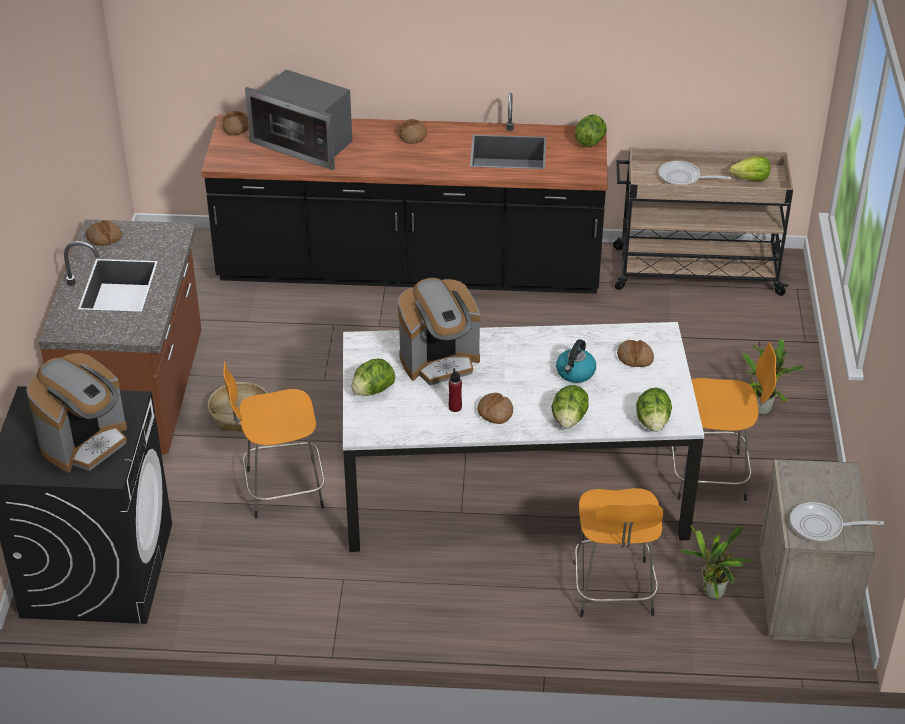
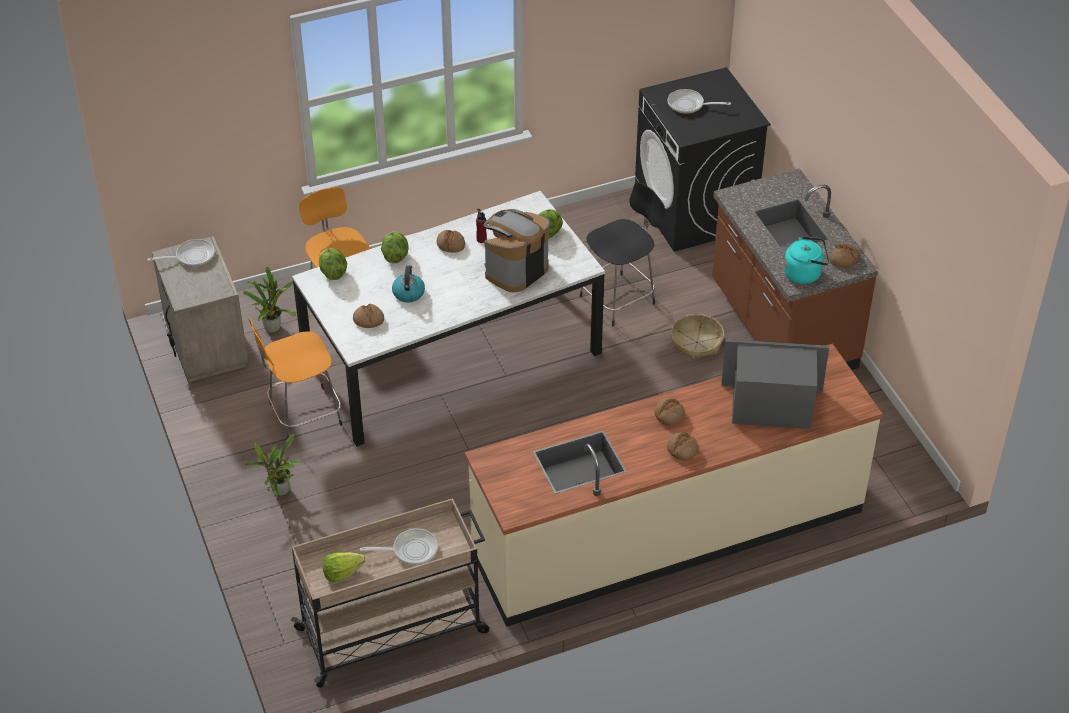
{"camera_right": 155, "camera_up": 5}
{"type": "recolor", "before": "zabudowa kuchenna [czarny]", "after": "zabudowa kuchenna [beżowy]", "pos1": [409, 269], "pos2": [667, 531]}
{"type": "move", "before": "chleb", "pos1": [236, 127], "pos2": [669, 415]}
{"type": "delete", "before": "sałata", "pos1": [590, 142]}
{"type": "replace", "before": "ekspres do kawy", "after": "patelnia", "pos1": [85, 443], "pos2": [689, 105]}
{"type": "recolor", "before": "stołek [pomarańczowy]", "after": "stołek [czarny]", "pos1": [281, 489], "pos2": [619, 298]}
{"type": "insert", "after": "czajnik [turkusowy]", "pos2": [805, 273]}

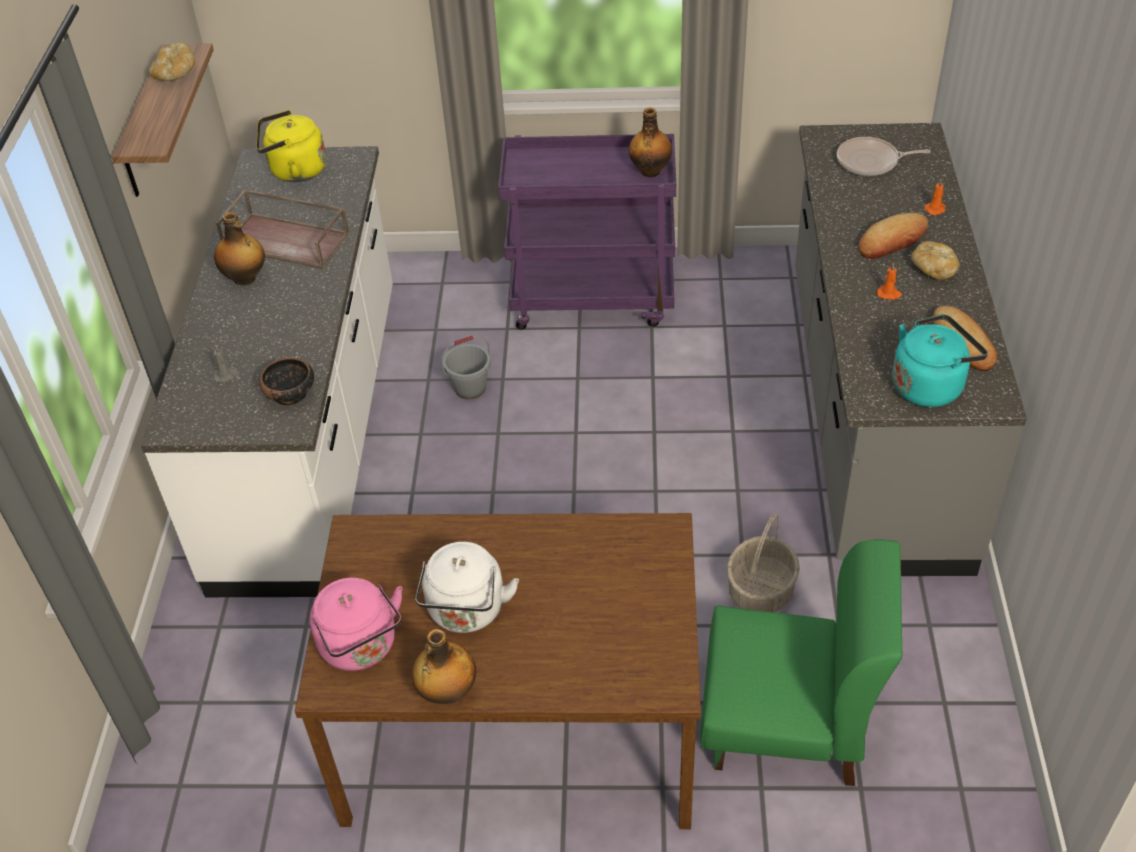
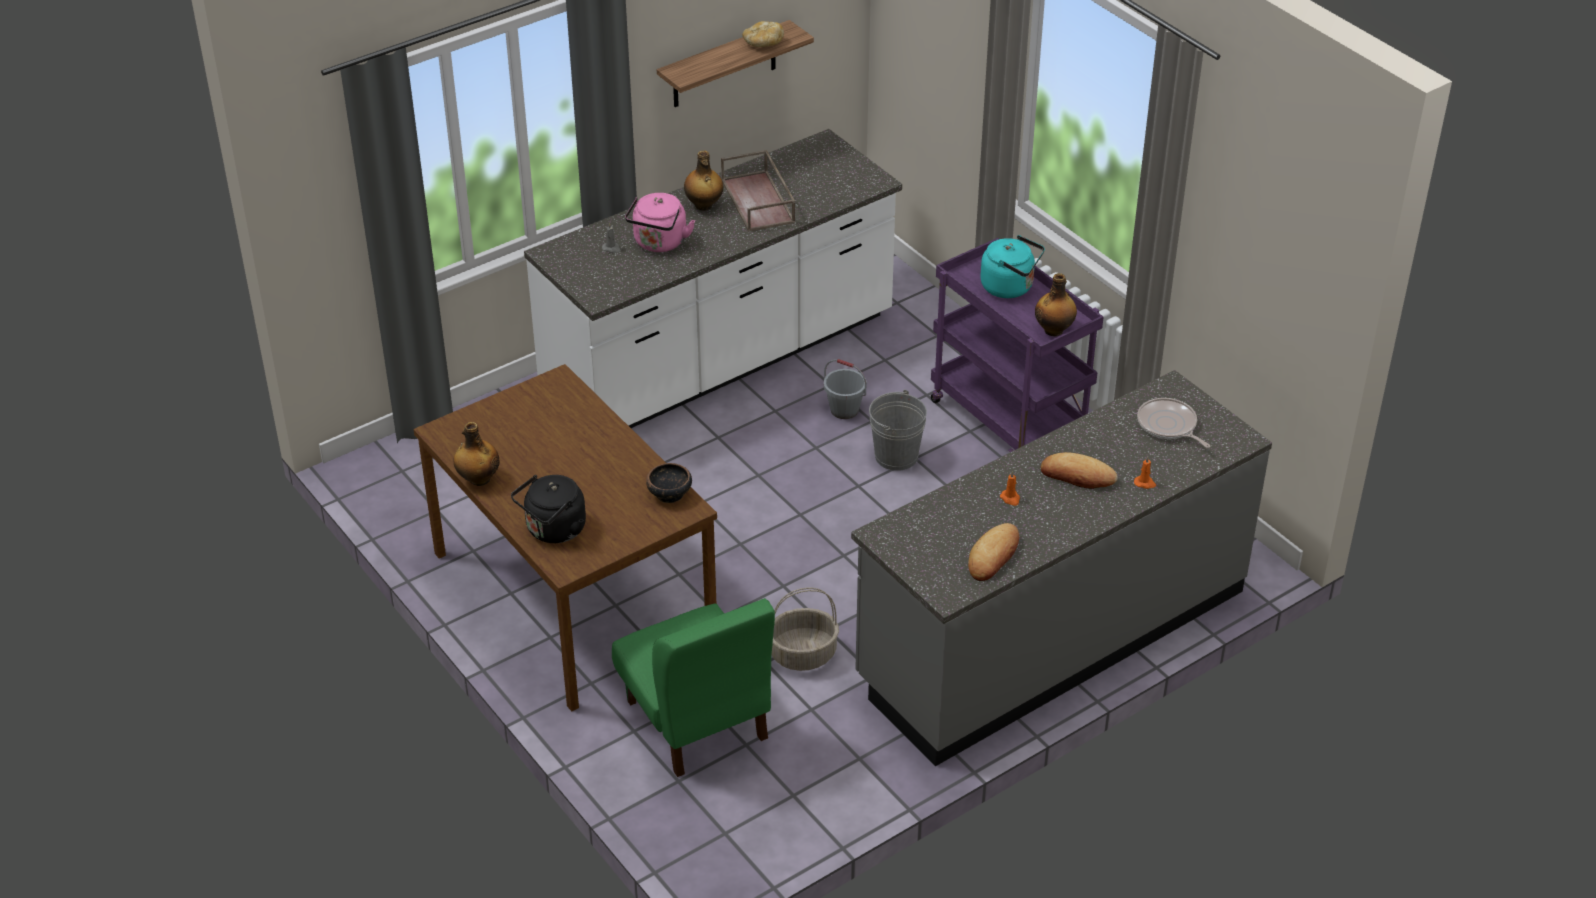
{"camera_right": 50, "camera_up": -5}
{"type": "delete", "before": "czajnik [żółty]", "pos1": [294, 171]}
{"type": "delete", "before": "chleb", "pos1": [933, 269]}
{"type": "move", "before": "czajnik [turkusowy]", "pos1": [930, 385], "pos2": [1010, 287]}
{"type": "move", "before": "miska", "pos1": [290, 394], "pos2": [669, 494]}
{"type": "delete", "before": "czajnik [biały]", "pos1": [466, 612]}
{"type": "move", "before": "czajnik [różowy]", "pos1": [362, 647], "pos2": [659, 243]}
{"type": "insert", "after": "wiadro [szary]", "pos2": [896, 456]}
{"type": "insert", "after": "czajnik [czarny]", "pos2": [553, 531]}

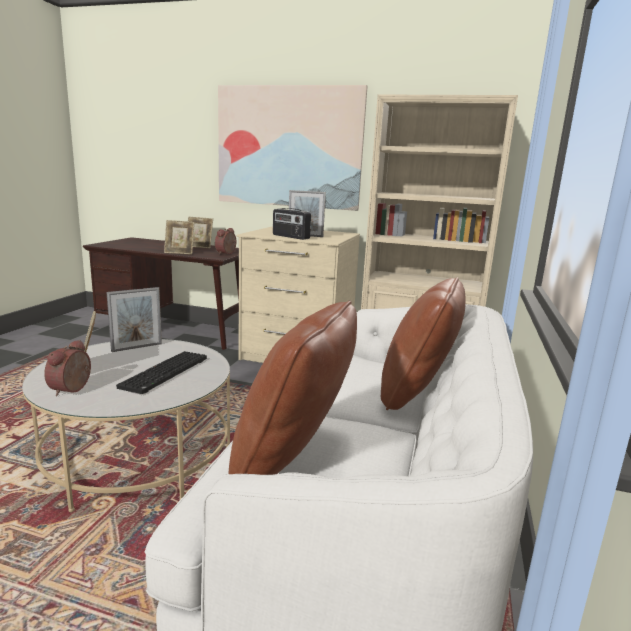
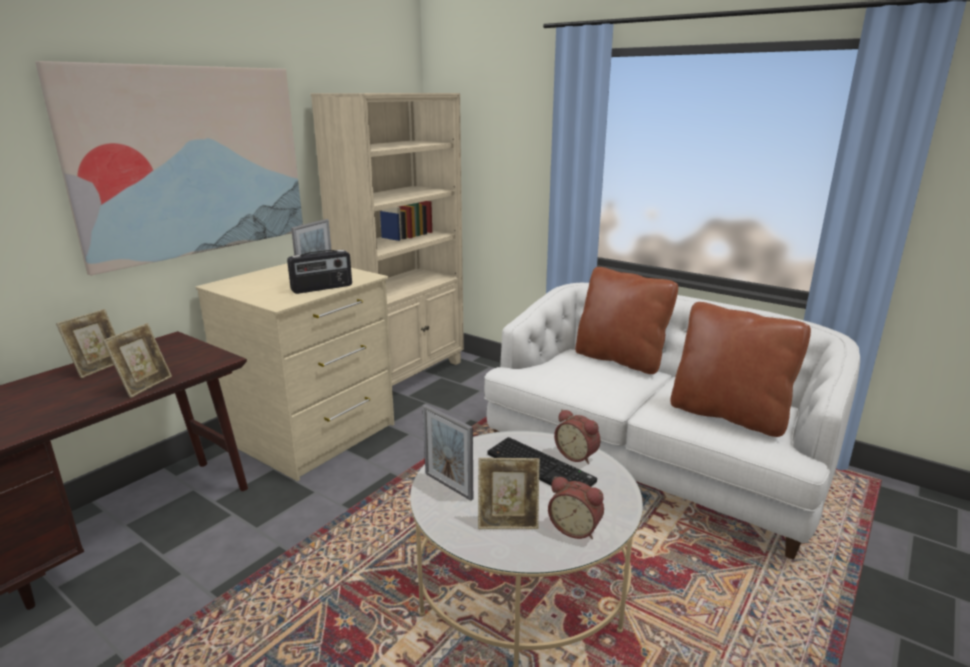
{"camera_right": -70, "camera_up": 5}
{"type": "move", "before": "budzik", "pos1": [227, 253], "pos2": [577, 455]}
{"type": "rotate", "before": "ramka na zdjęcie", "pos1": [137, 347], "pos2": [448, 486], "turn": 150}

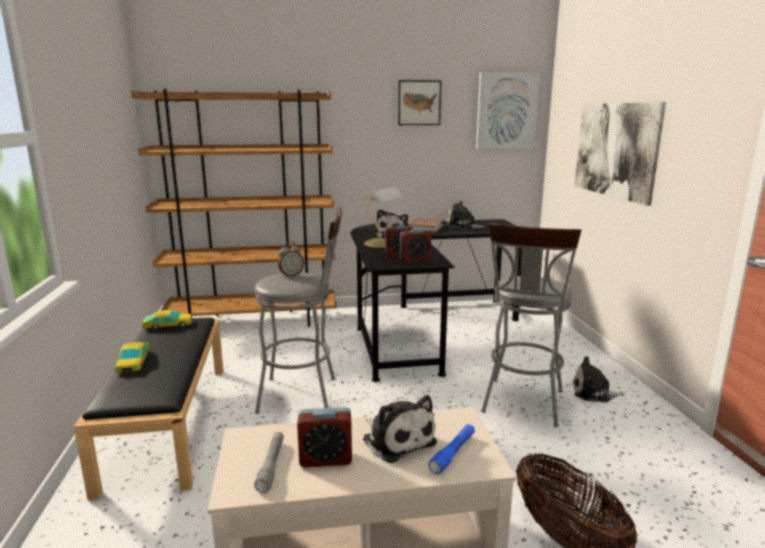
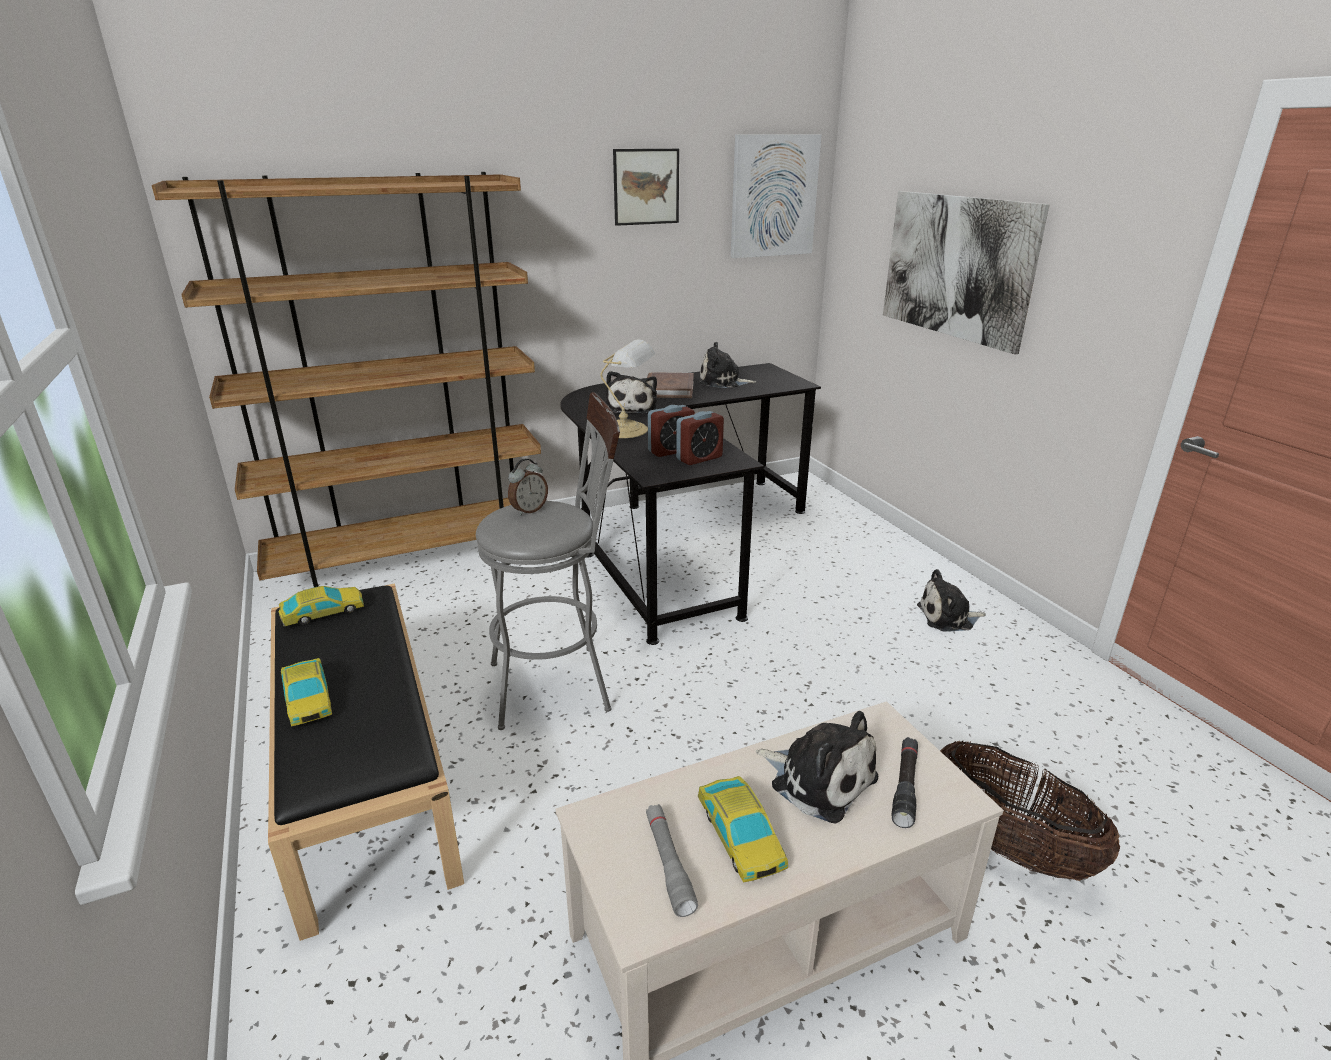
{"camera_right": -15, "camera_up": 10}
{"type": "delete", "before": "stołek [szary]", "pos1": [522, 405]}
{"type": "replace", "before": "budzik", "after": "samochodzik", "pos1": [326, 459], "pos2": [740, 834]}
{"type": "recolor", "before": "latarka [niebieski]", "after": "latarka [czarny]", "pos1": [453, 453], "pos2": [905, 787]}

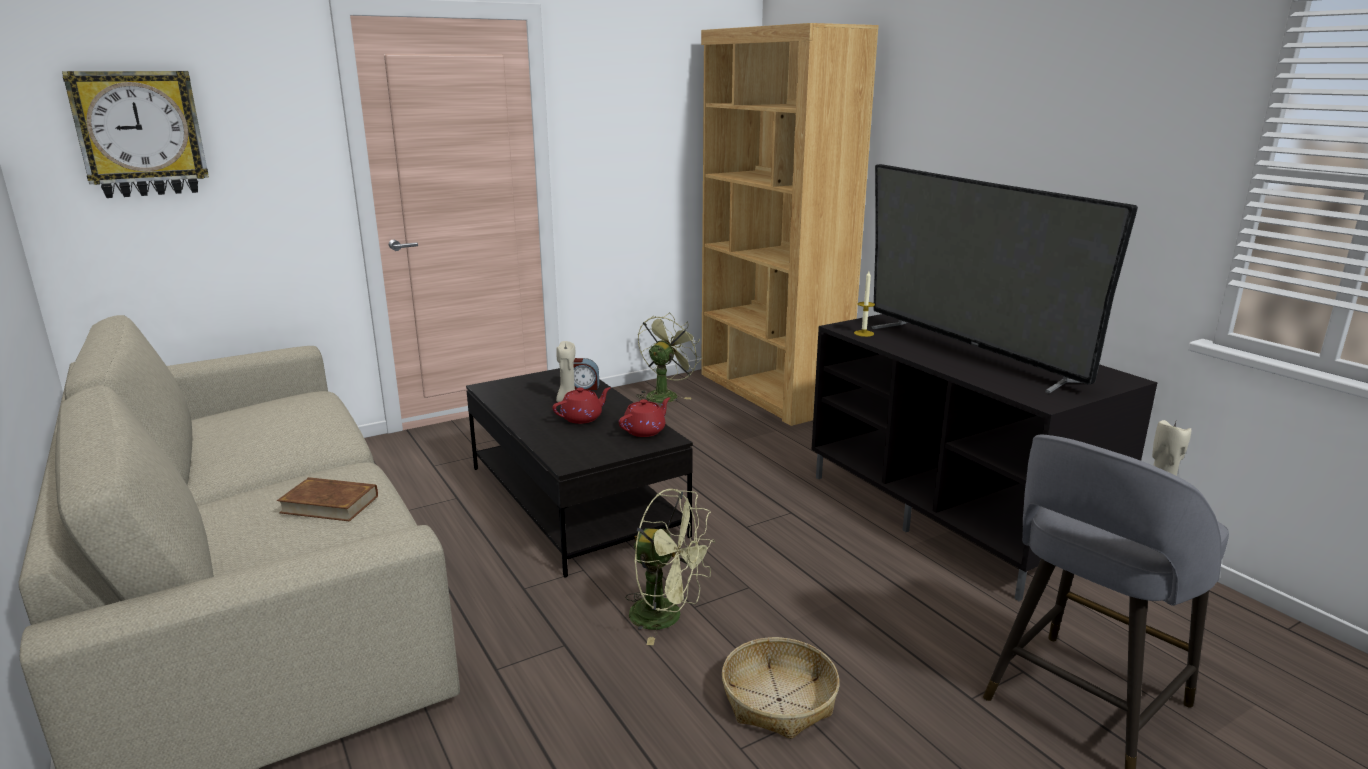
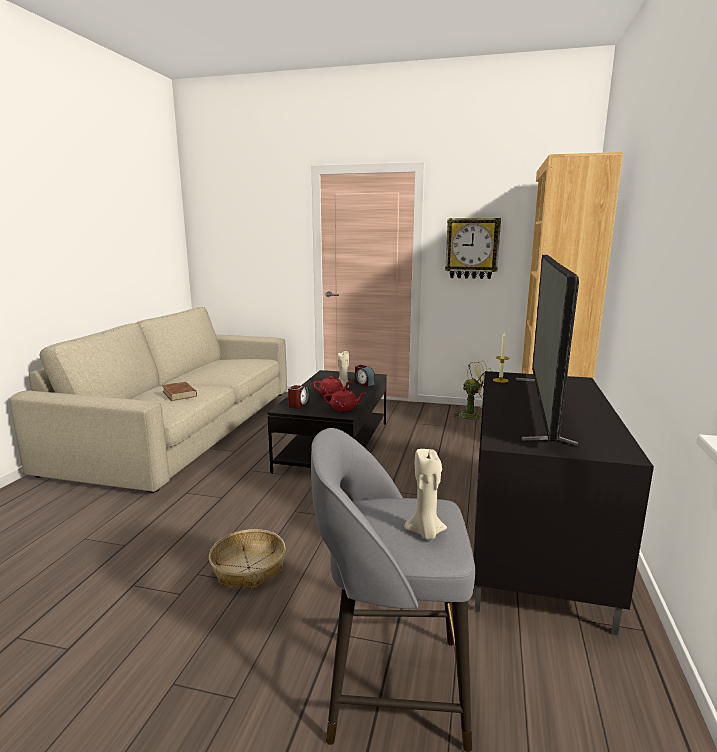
{"camera_right": 45, "camera_up": -5}
{"type": "move", "before": "zegar ścienny", "pos1": [140, 134], "pos2": [472, 248]}
{"type": "delete", "before": "wentylator [zielony]", "pos1": [667, 617]}
{"type": "insert", "after": "budzik", "pos2": [298, 404]}

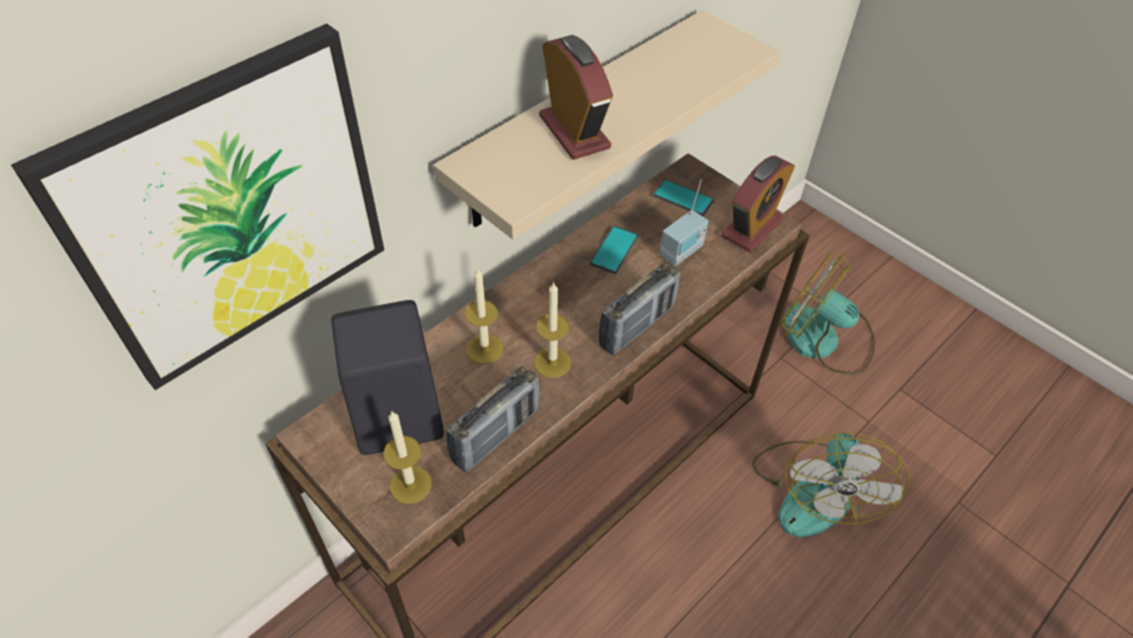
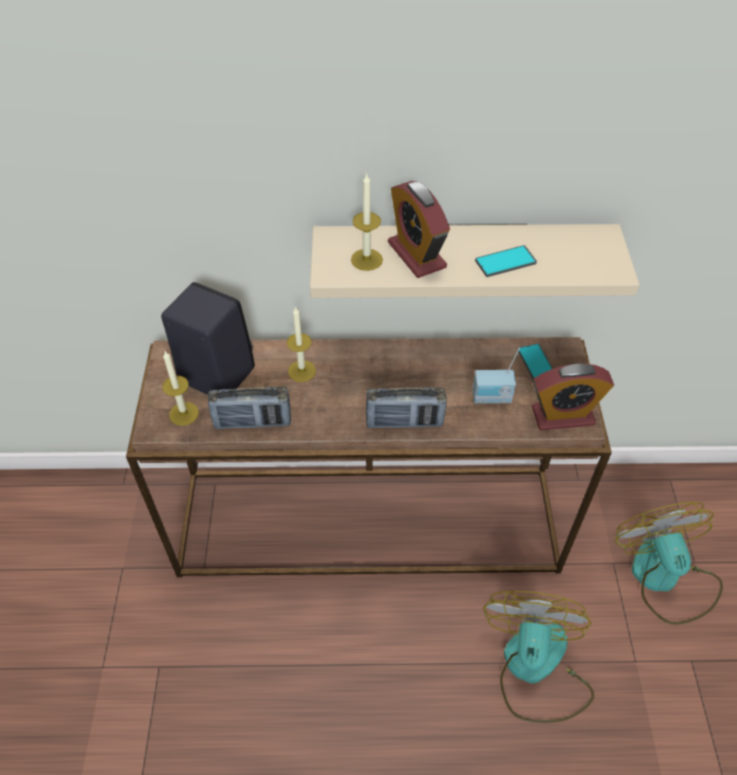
{"camera_right": 45, "camera_up": 0}
{"type": "delete", "before": "obraz", "pos1": [231, 211]}
{"type": "rotate", "before": "budzik", "pos1": [574, 132], "pos2": [416, 255], "turn": 135}
{"type": "move", "before": "telefon", "pos1": [614, 250], "pos2": [505, 262]}
{"type": "move", "before": "świeca", "pos1": [552, 362], "pos2": [366, 259]}
{"type": "rotate", "before": "wentylator", "pos1": [813, 490], "pos2": [534, 668], "turn": 135}

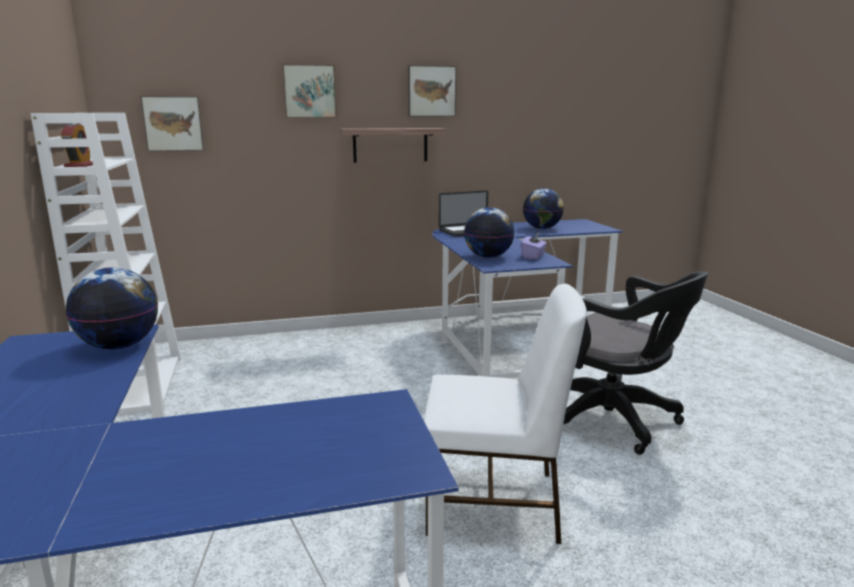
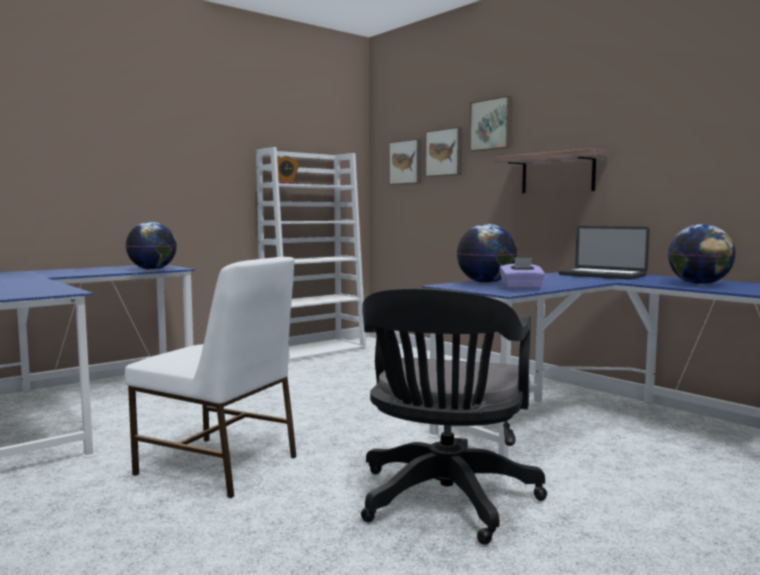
{"camera_right": 65, "camera_up": -10}
{"type": "move", "before": "obraz", "pos1": [431, 91], "pos2": [445, 152]}
{"type": "rotate", "before": "krzesło [biały]", "pos1": [495, 503], "pos2": [219, 466], "turn": -45}

